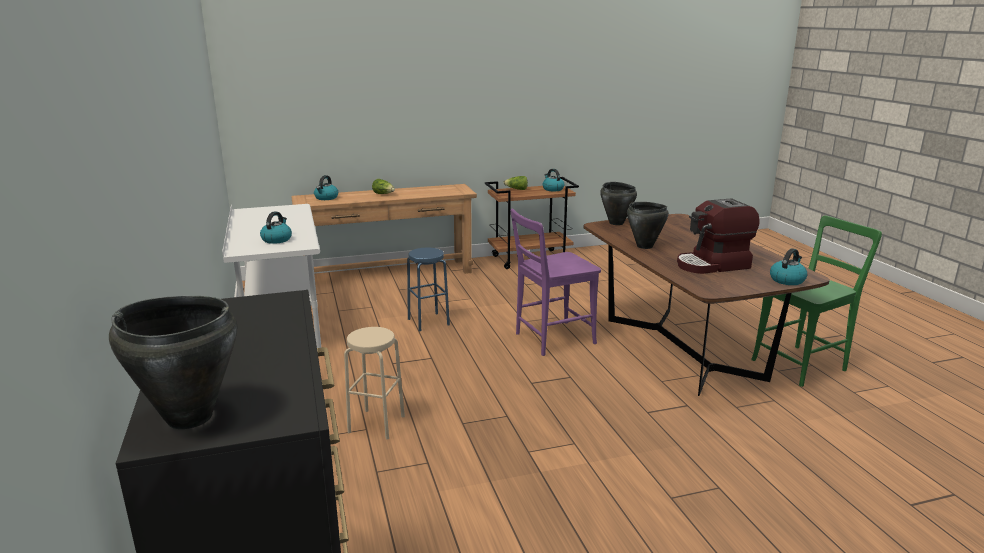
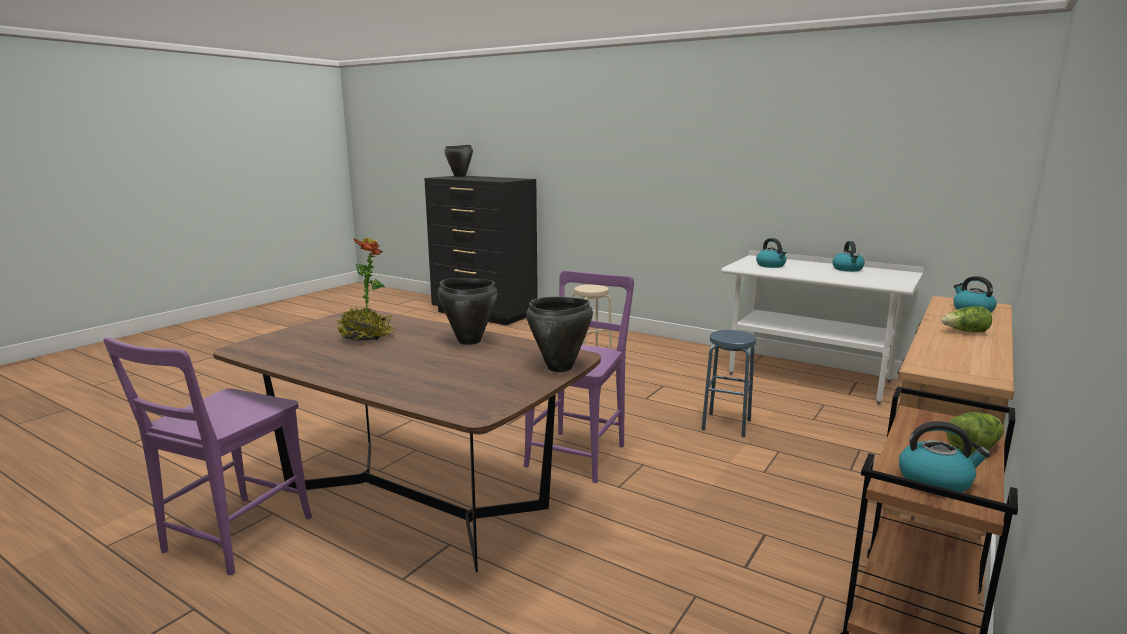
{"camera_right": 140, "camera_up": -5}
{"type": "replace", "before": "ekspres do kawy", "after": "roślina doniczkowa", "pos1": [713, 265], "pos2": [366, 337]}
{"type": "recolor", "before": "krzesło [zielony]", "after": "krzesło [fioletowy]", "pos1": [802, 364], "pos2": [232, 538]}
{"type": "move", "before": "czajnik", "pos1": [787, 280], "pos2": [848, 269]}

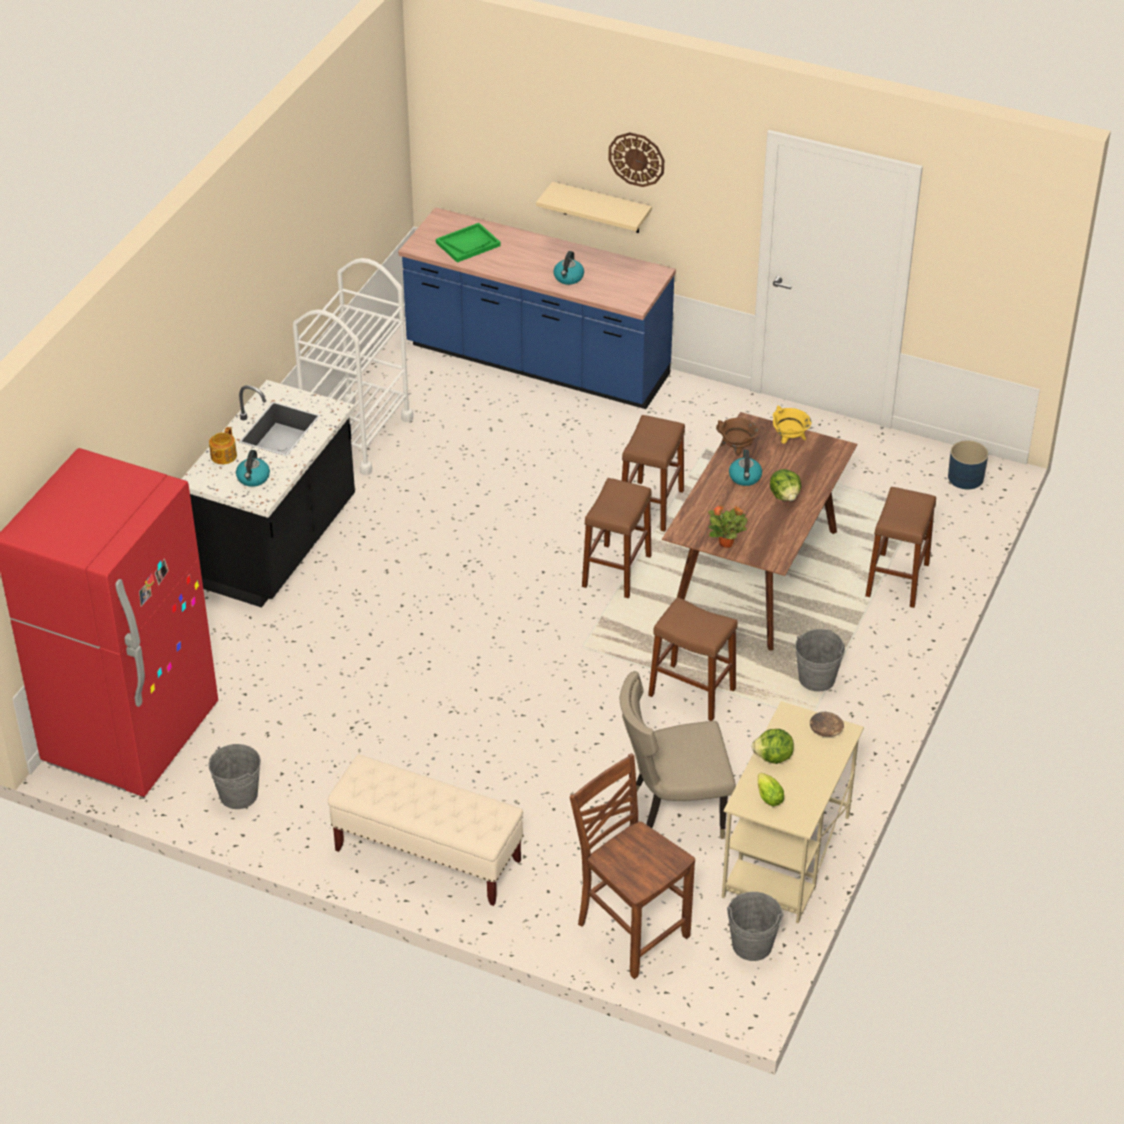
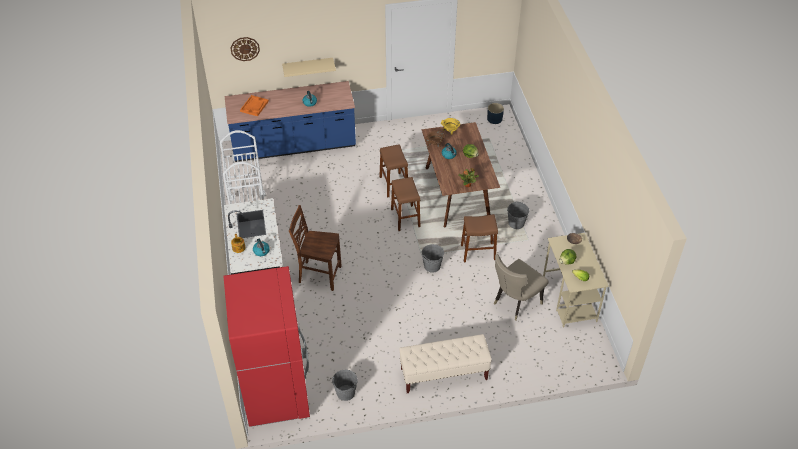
{"camera_right": -35, "camera_up": 5}
{"type": "move", "before": "zegar ścienny", "pos1": [636, 159], "pos2": [245, 48]}
{"type": "recolor", "before": "taca [zielony]", "after": "taca [pomarańczowy]", "pos1": [468, 244], "pos2": [254, 106]}
{"type": "delete", "before": "stołek [brązowy]", "pos1": [897, 580]}
{"type": "move", "before": "krzesło [brązowy]", "pos1": [631, 930], "pos2": [319, 275]}
{"type": "move", "before": "wiadro [szary]", "pos1": [752, 945], "pos2": [432, 266]}

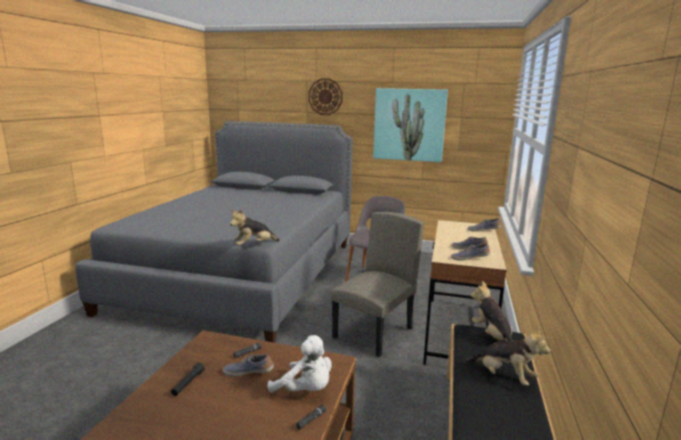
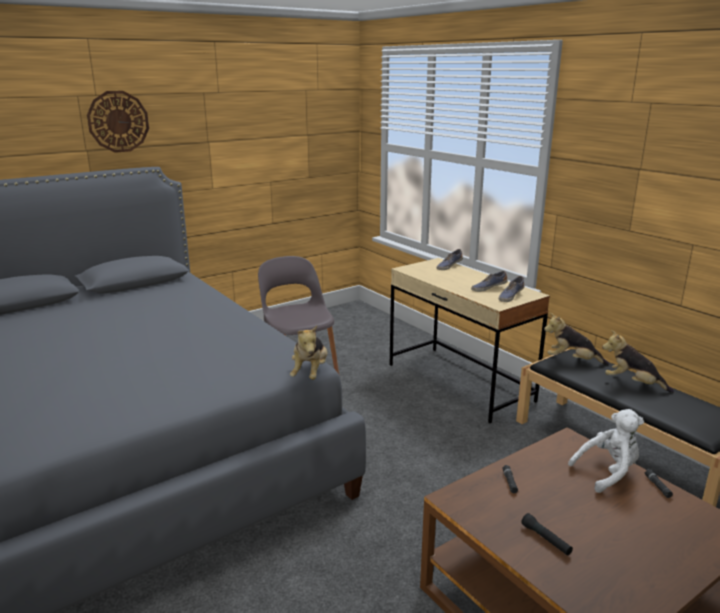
{"camera_right": -50, "camera_up": 5}
{"type": "delete", "before": "obraz", "pos1": [409, 125]}
{"type": "delete", "before": "krzesło [beżowy]", "pos1": [374, 333]}
{"type": "rotate", "before": "pluszak", "pos1": [504, 376], "pos2": [632, 383], "turn": -135}
{"type": "delete", "before": "but", "pos1": [248, 372]}

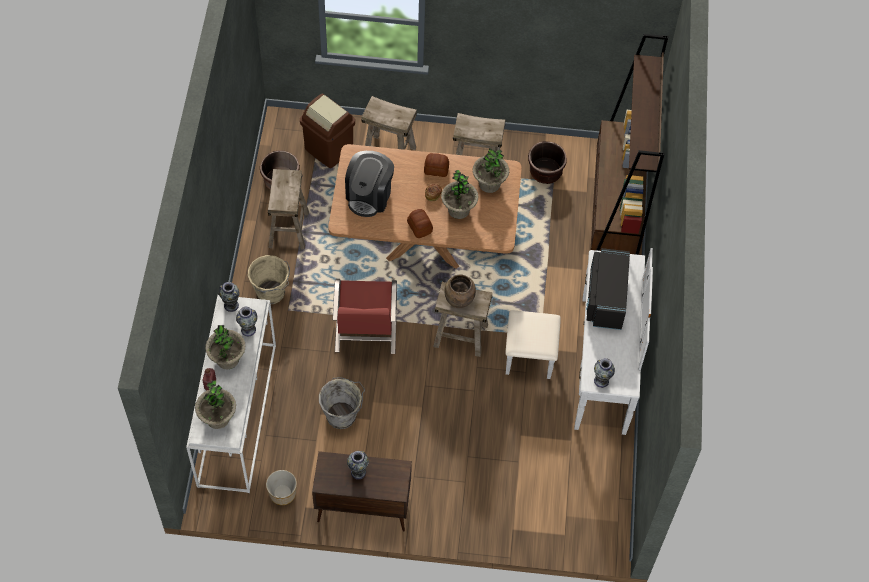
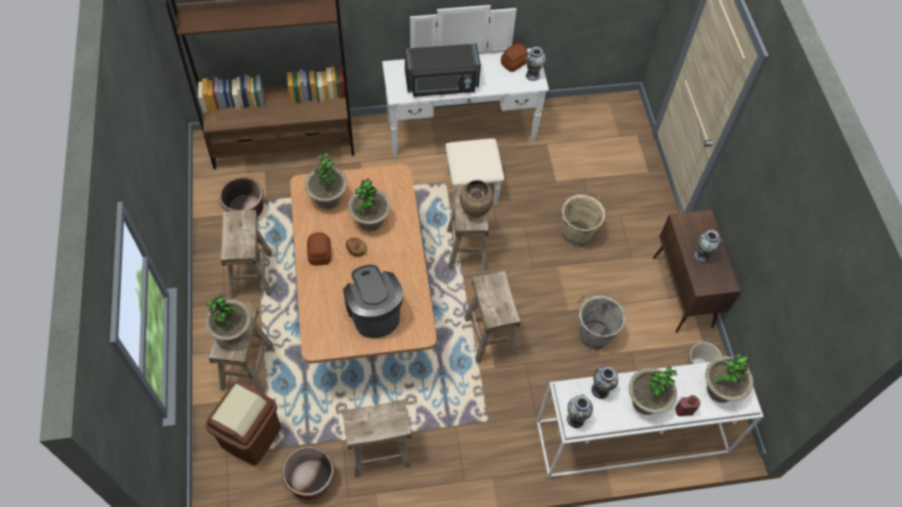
{"camera_right": -105, "camera_up": 0}
{"type": "rotate", "before": "ekspres do kawy", "pos1": [369, 196], "pos2": [374, 313], "turn": -120}
{"type": "move", "before": "chleb", "pos1": [419, 227], "pos2": [514, 63]}
{"type": "move", "before": "wiadro [beżowy]", "pos1": [271, 293], "pos2": [577, 233]}
{"type": "replace", "before": "krzesło [czerwony]", "after": "stołek [beżowy]", "pos1": [365, 332], "pos2": [490, 336]}
{"type": "insert", "after": "roślina doniczkowa", "pos2": [233, 332]}

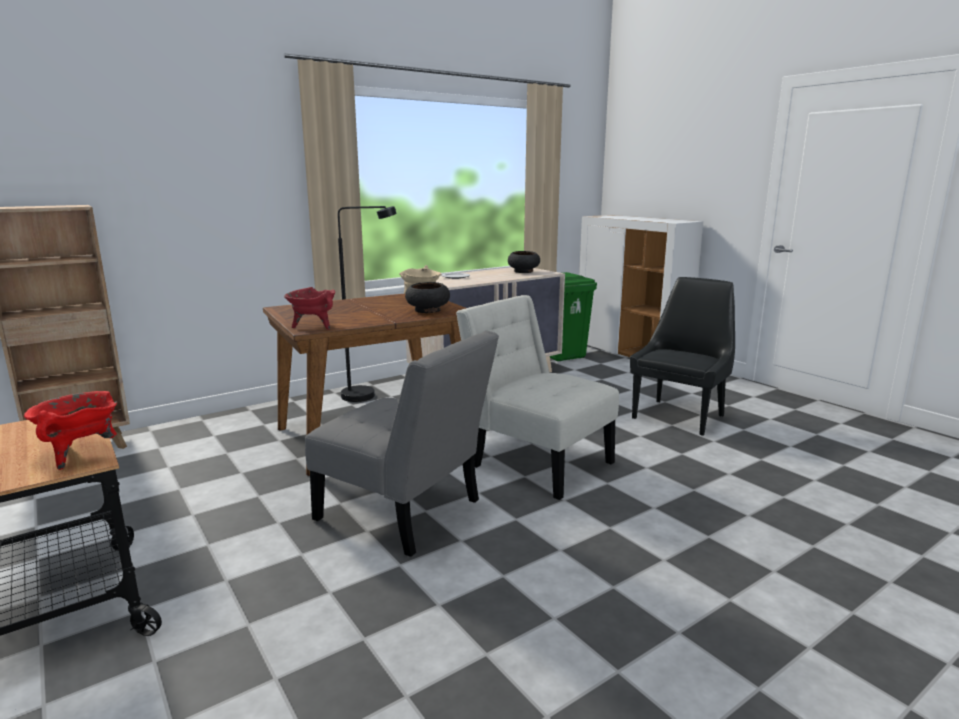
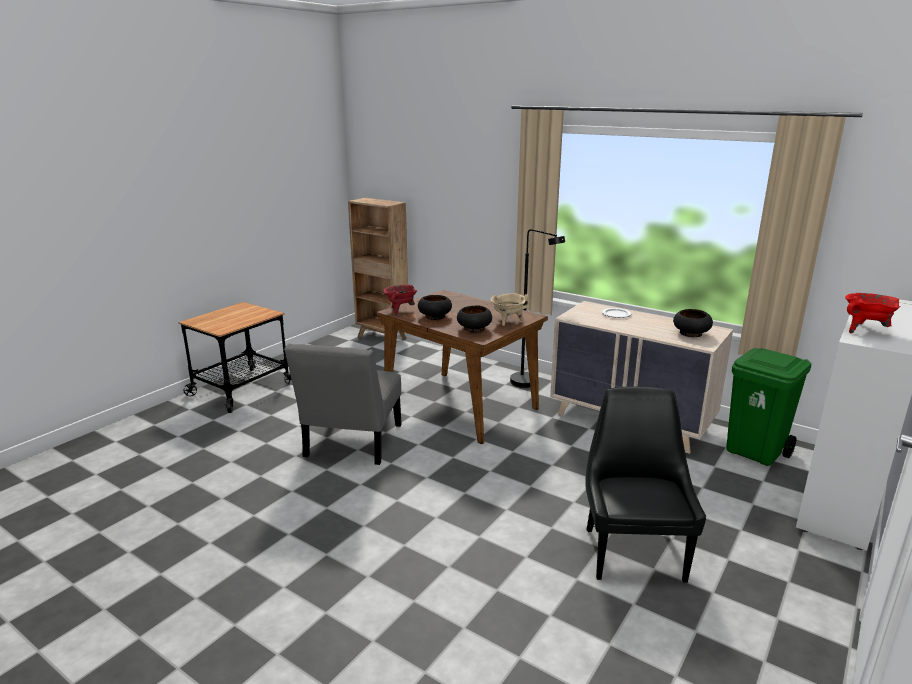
{"camera_right": 70, "camera_up": 5}
{"type": "rotate", "before": "krzesło [czarny]", "pos1": [679, 416], "pos2": [633, 551], "turn": -105}
{"type": "delete", "before": "krzesło [biały]", "pos1": [536, 462]}
{"type": "move", "before": "garnek [czerwony]", "pos1": [81, 454], "pos2": [865, 330]}
{"type": "insert", "after": "miska [czarny]", "pos2": [434, 317]}

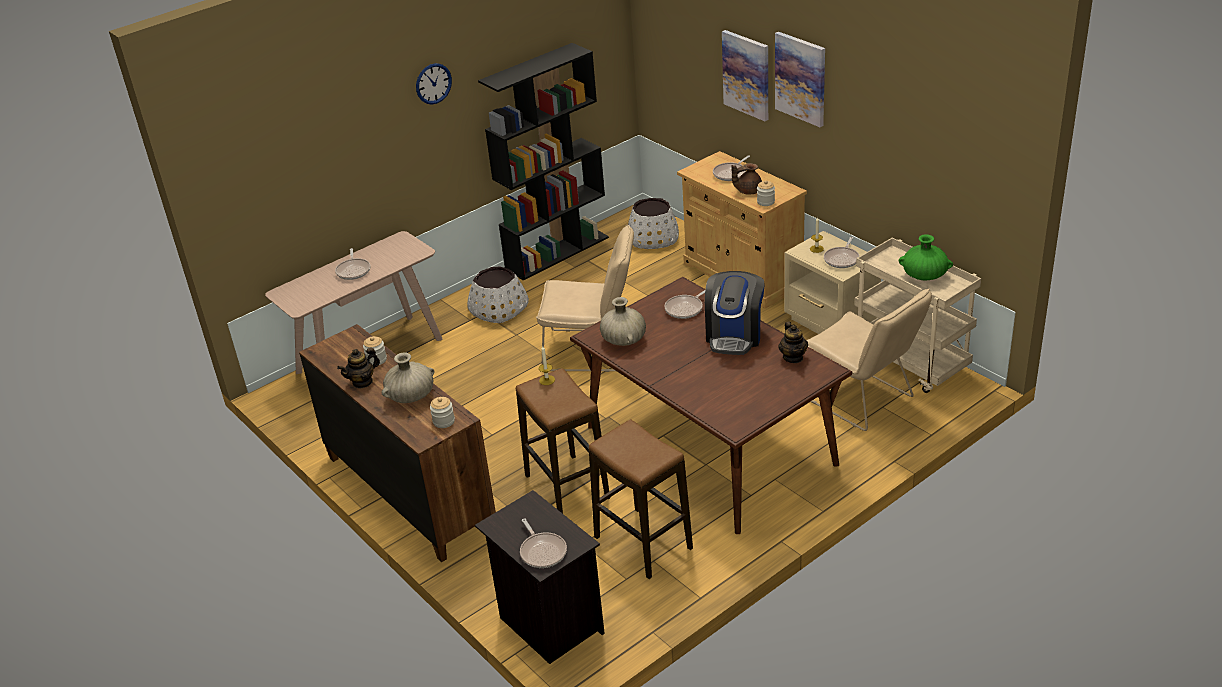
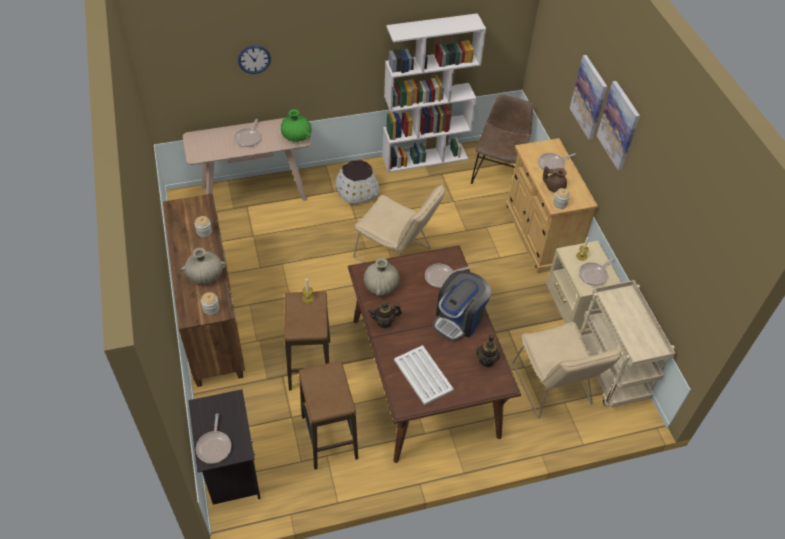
{"camera_right": 20, "camera_up": 15}
{"type": "recolor", "before": "regał [czarny]", "after": "regał [biały]", "pos1": [557, 252], "pos2": [425, 157]}
{"type": "move", "before": "zegar ścienny", "pos1": [433, 83], "pos2": [254, 59]}
{"type": "replace", "before": "donica [biały]", "after": "krzesło [brązowy]", "pos1": [653, 238], "pos2": [498, 173]}
{"type": "move", "before": "wazon [zielony]", "pos1": [924, 276], "pos2": [296, 136]}
{"type": "move", "before": "imbryk", "pos1": [362, 382], "pos2": [384, 322]}
{"type": "insert", "after": "taca [biały]", "pos2": [423, 375]}

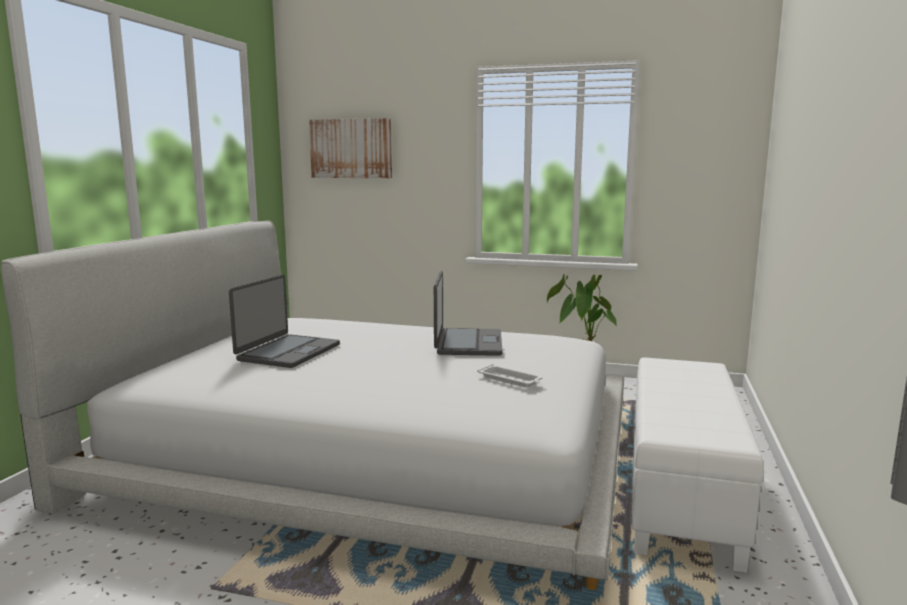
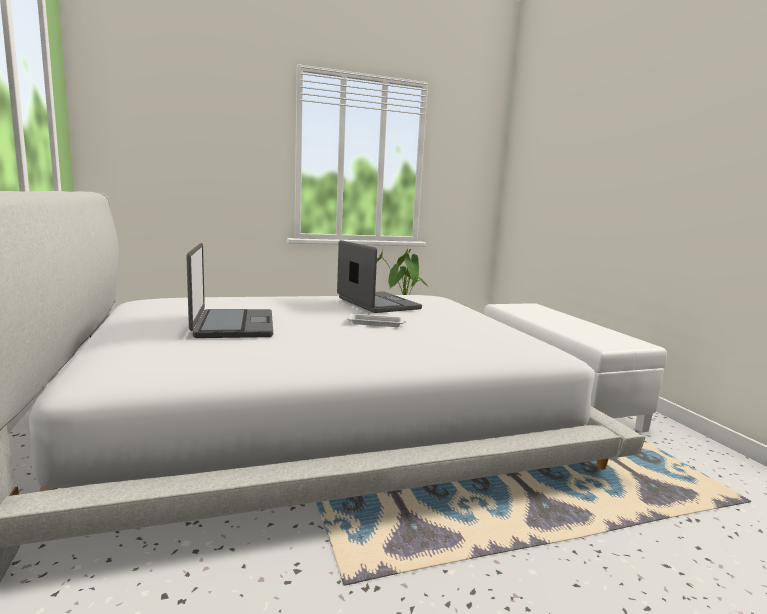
{"camera_right": -35, "camera_up": 0}
{"type": "delete", "before": "obraz", "pos1": [351, 148]}
{"type": "move", "before": "taca [biały]", "pos1": [510, 380], "pos2": [377, 323]}

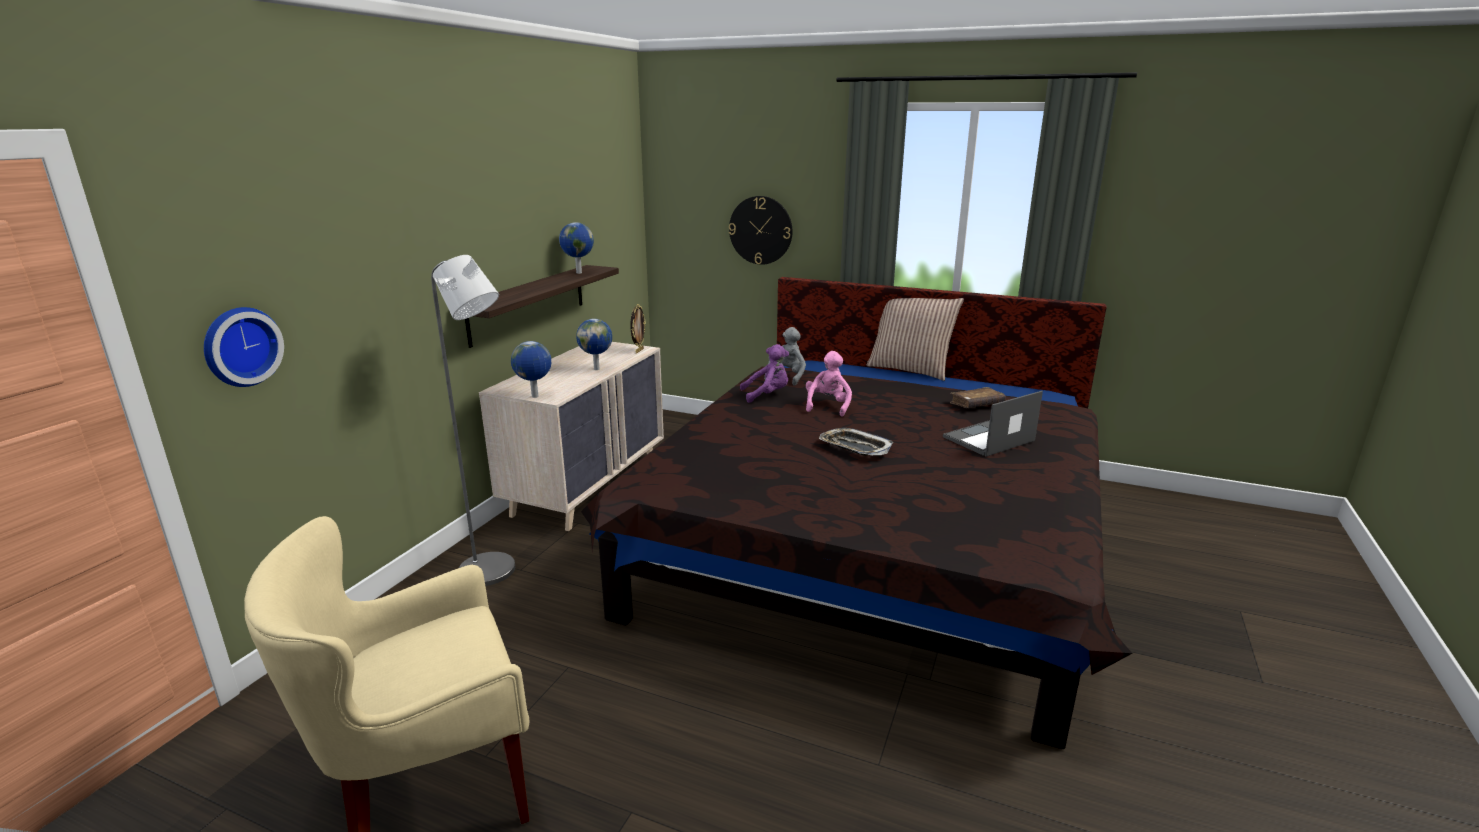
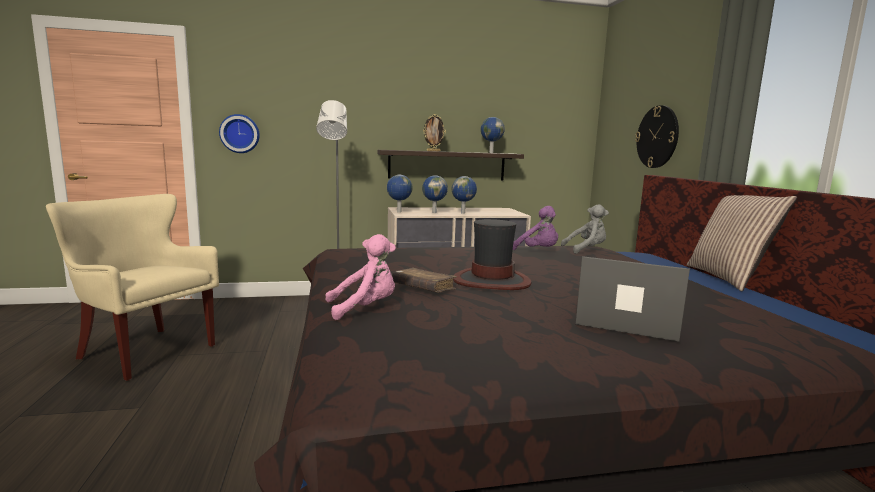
{"camera_right": 55, "camera_up": -10}
{"type": "move", "before": "ramka na zdjęcie", "pos1": [639, 351], "pos2": [433, 151]}
{"type": "move", "before": "pluszak [różowy]", "pos1": [828, 406], "pos2": [365, 308]}
{"type": "move", "before": "książka [brązowy]", "pos1": [976, 405], "pos2": [423, 288]}
{"type": "replace", "before": "taca", "after": "kapelusz", "pos1": [854, 447], "pos2": [491, 281]}
{"type": "insert", "after": "globus", "pos2": [434, 212]}

